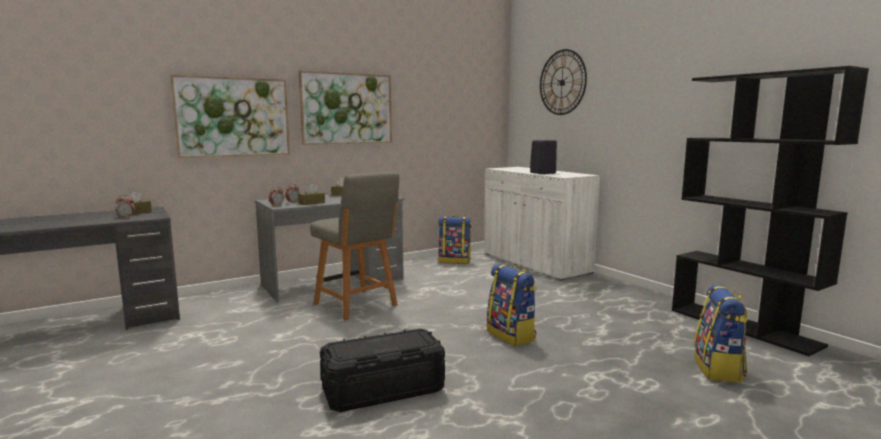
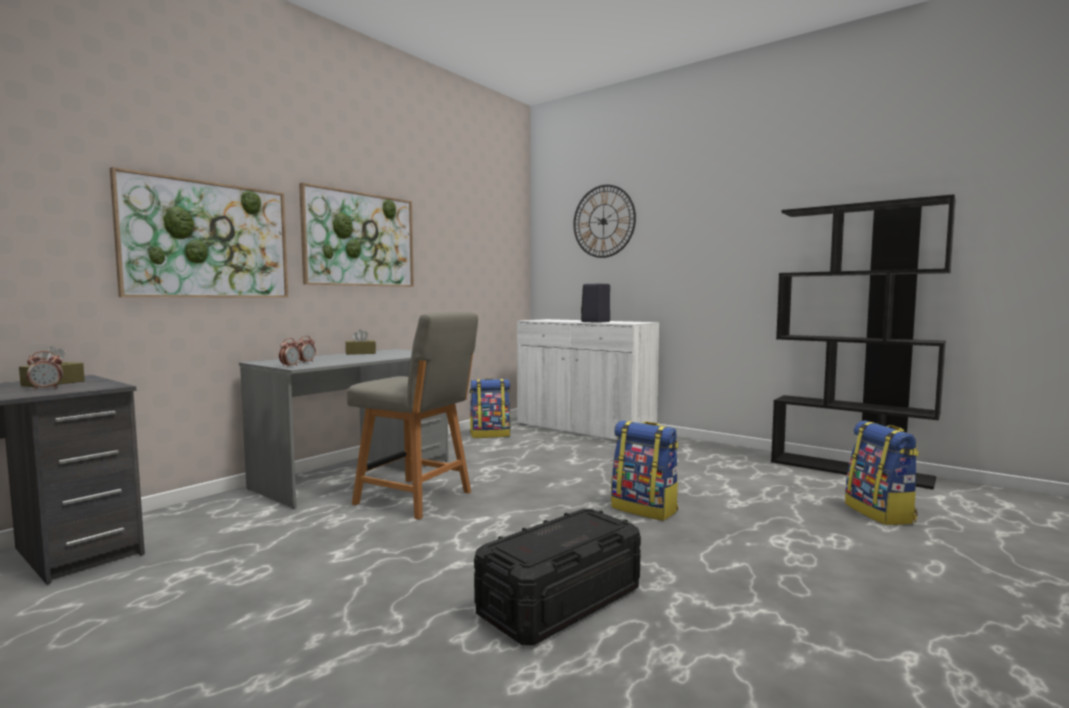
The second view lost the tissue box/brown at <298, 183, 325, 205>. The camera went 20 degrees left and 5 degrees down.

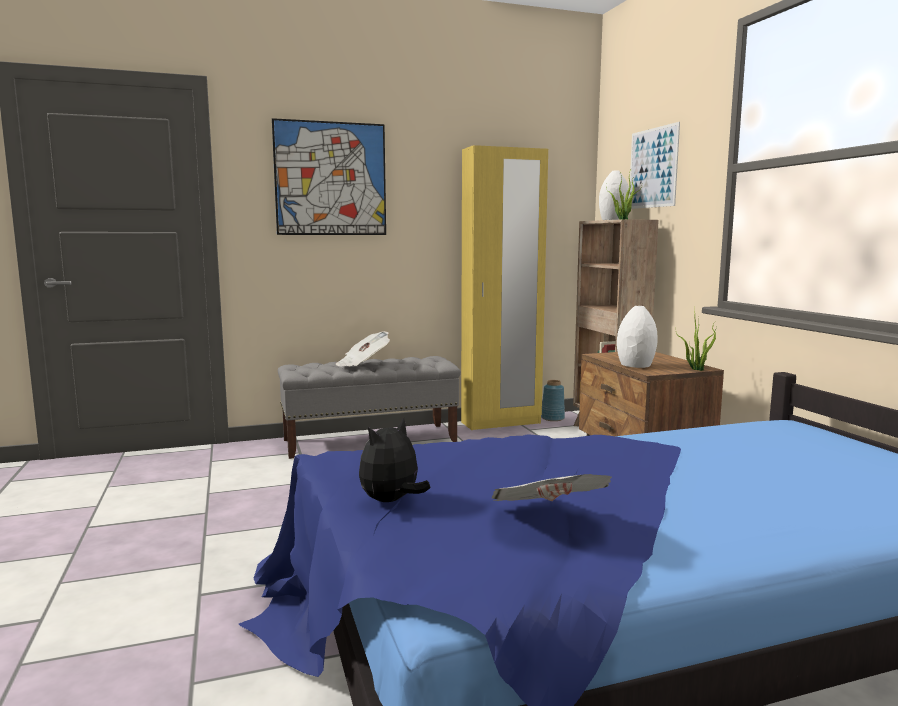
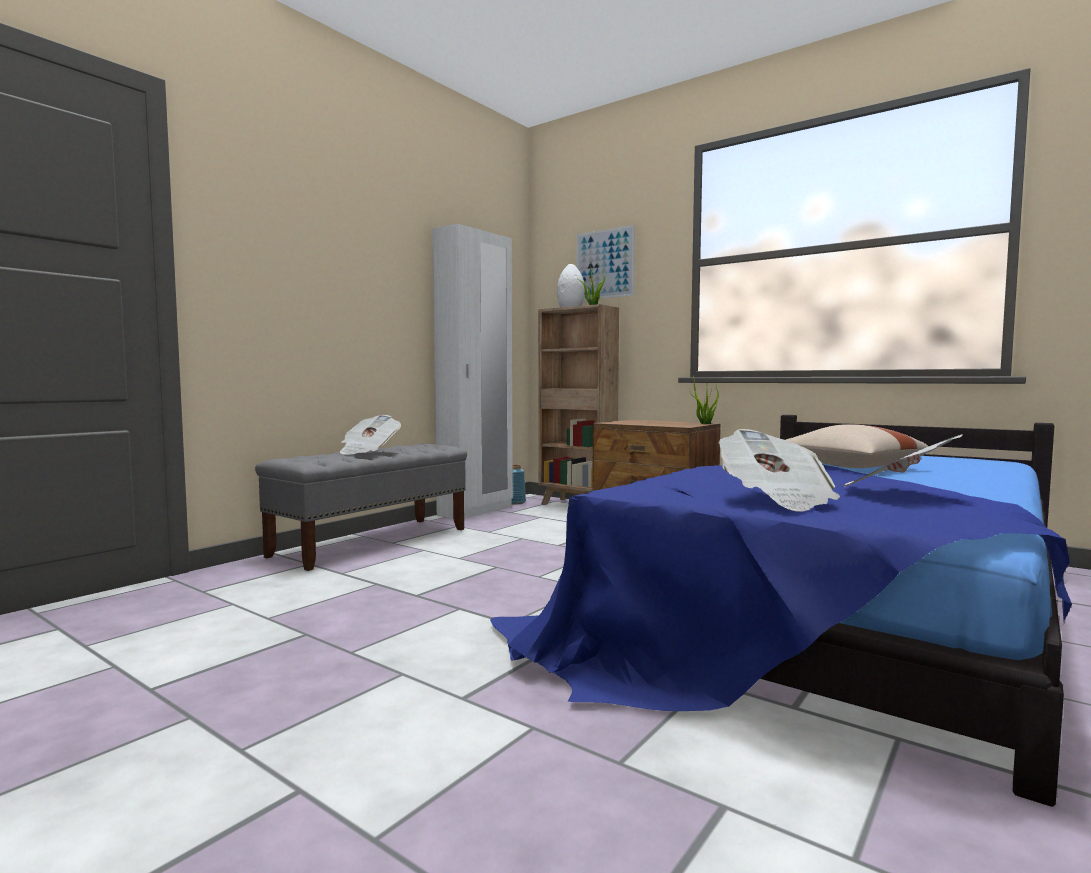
The second view lost the picture at <272, 118, 386, 235>. Where the soft toy stood at <359, 418, 430, 502>, the daily paper came to stand at <718, 429, 840, 512>. What was the wardrobe/yellowish at <461, 145, 548, 430> turned into the wardrobe/white-coloured at <432, 224, 513, 519>. The second view lost the decorative vase/white-coloured at <617, 306, 658, 368>. The second view gained the cushion/sand-coloured at <786, 424, 929, 468>. The camera went 35 degrees left and 5 degrees down.

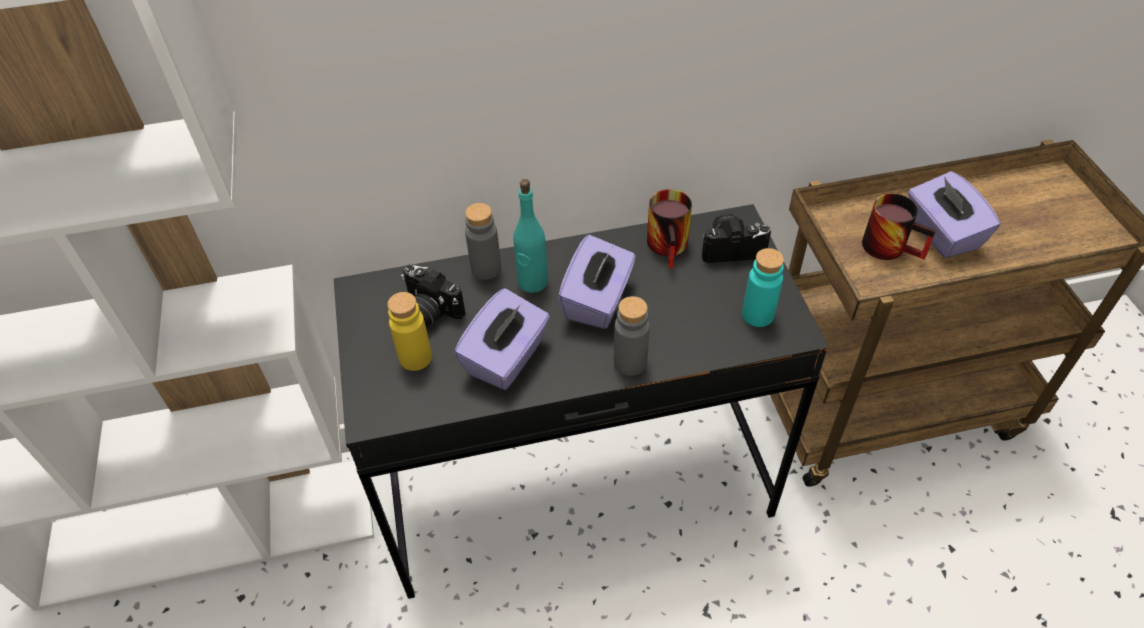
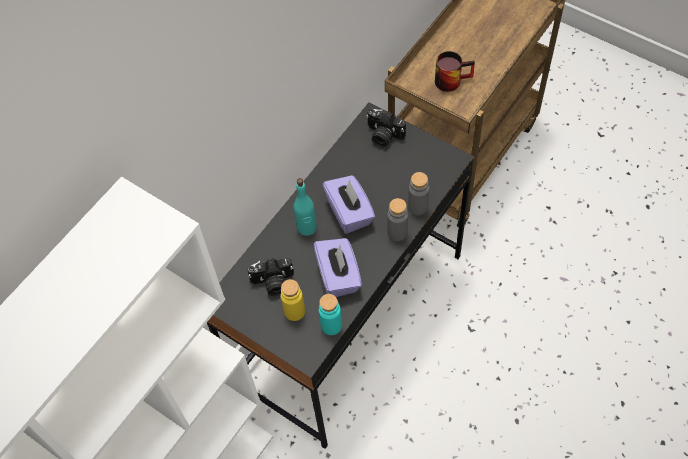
The bottle/gray ended up elsewhere, having gone from <465, 203, 501, 280> to <408, 172, 429, 215>. The second view lost the mug at <647, 189, 692, 268>. The still camera at <702, 214, 771, 263> ended up facing another way, 105 degrees counterclockwise from before. The bottle/turquoise ended up elsewhere, having gone from <742, 248, 784, 327> to <319, 294, 342, 335>. The second view lost the tissue box/purplish at <908, 171, 1000, 258>. The camera went 40 degrees left and 10 degrees up.

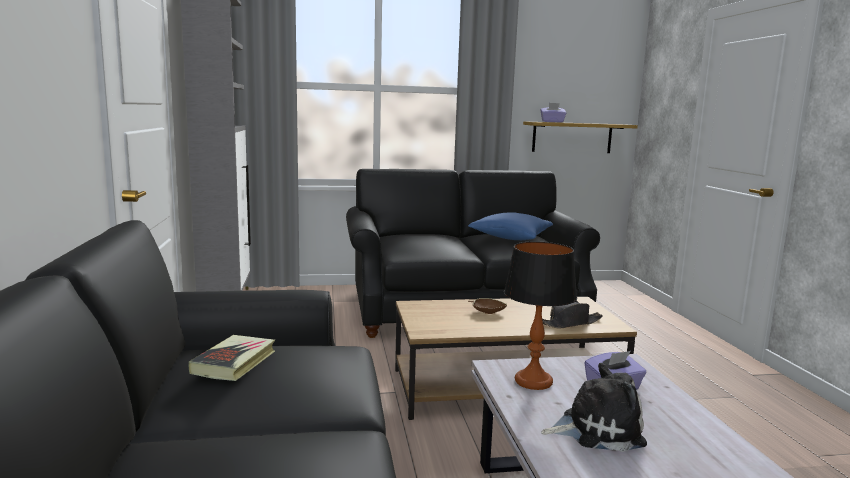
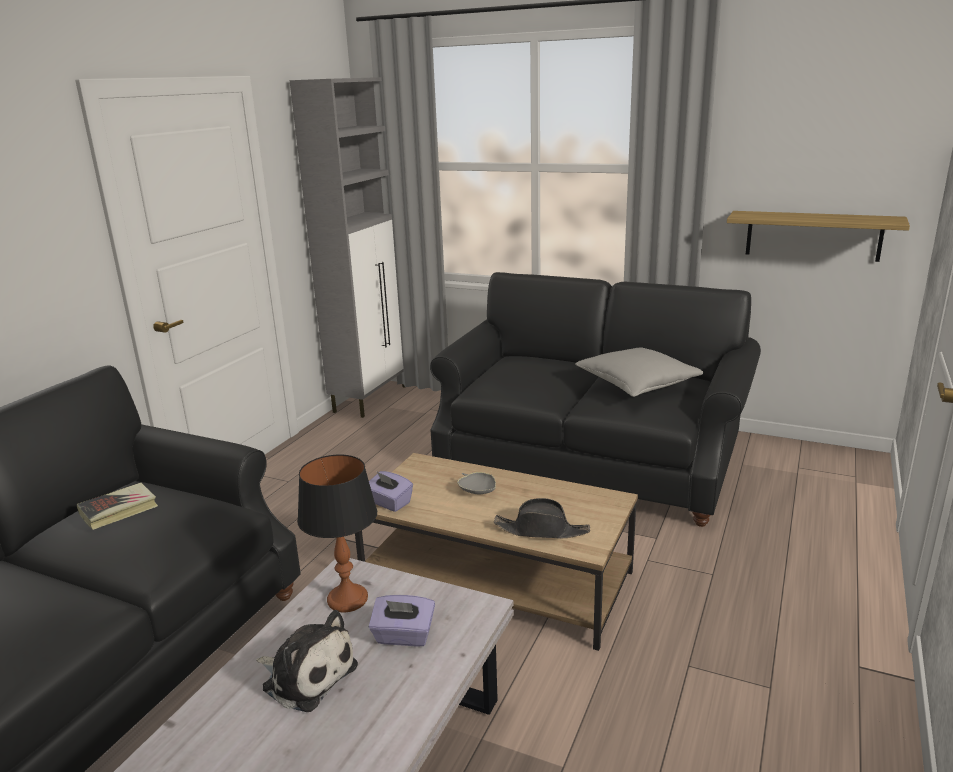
What was the cushion/bluish at <468, 212, 553, 240> turned into the cushion/gray at <575, 347, 703, 397>. What was the bowl/brown at <468, 298, 507, 314> turned into the bowl/gray at <457, 472, 496, 495>. The tissue box/purplish ended up elsewhere, having gone from <540, 103, 566, 123> to <369, 471, 413, 512>. The camera went 35 degrees right and 10 degrees up.

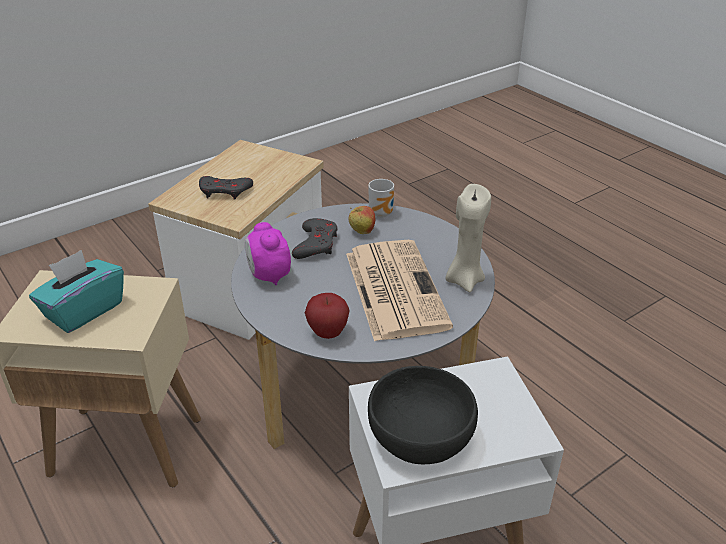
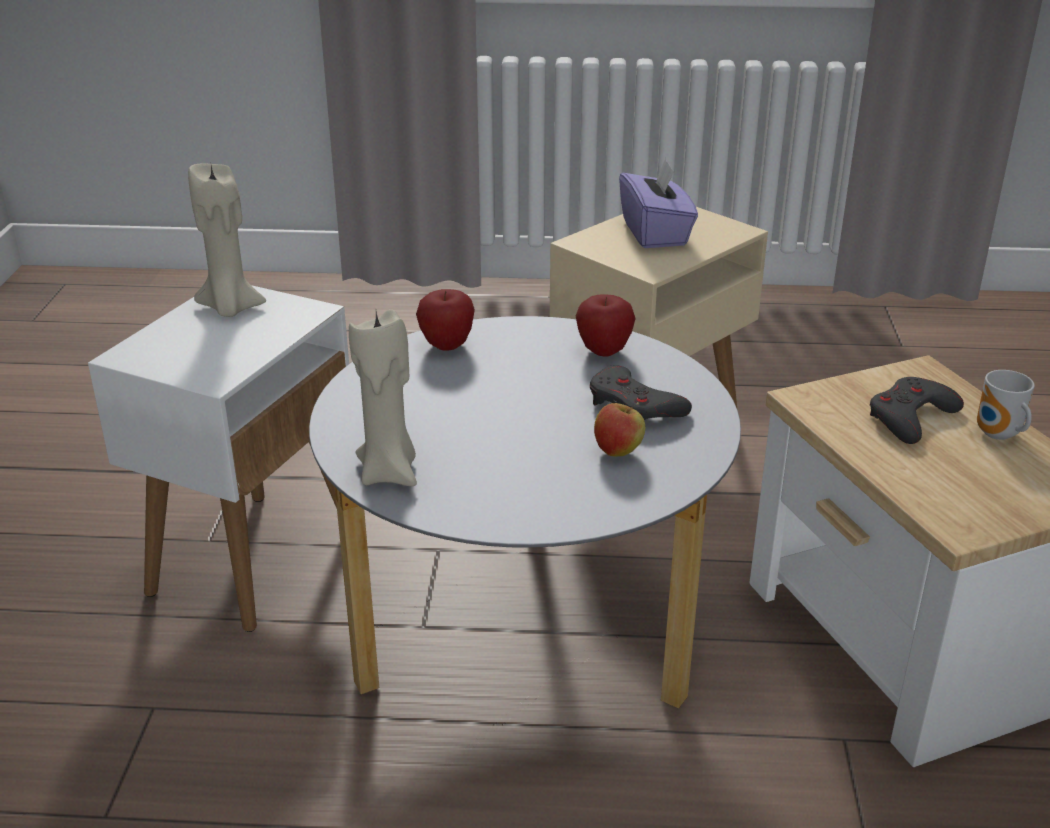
What was the tissue box/turquoise at <29, 250, 124, 333> turned into the tissue box/purplish at <619, 158, 698, 248>. Where the bedside clock stood at <245, 222, 291, 285>, the apple came to stand at <576, 295, 636, 356>. The second view lost the daily paper at <346, 240, 453, 342>. The mug ended up elsewhere, having gone from <368, 179, 394, 218> to <977, 370, 1035, 440>. Where the bowl/blackish stood at <368, 366, 478, 464>, the candle/sand-coloured came to stand at <188, 164, 266, 317>. The camera went 130 degrees right and 5 degrees down.

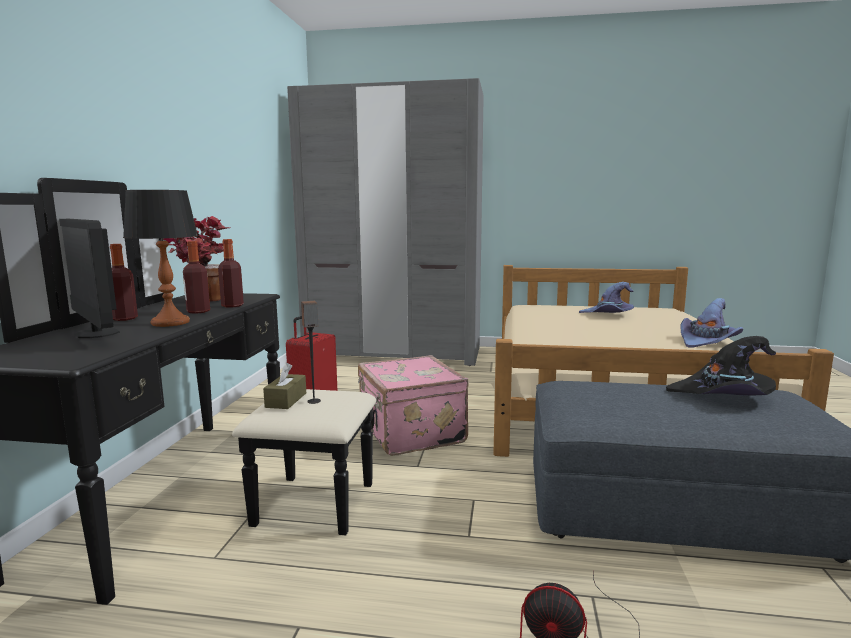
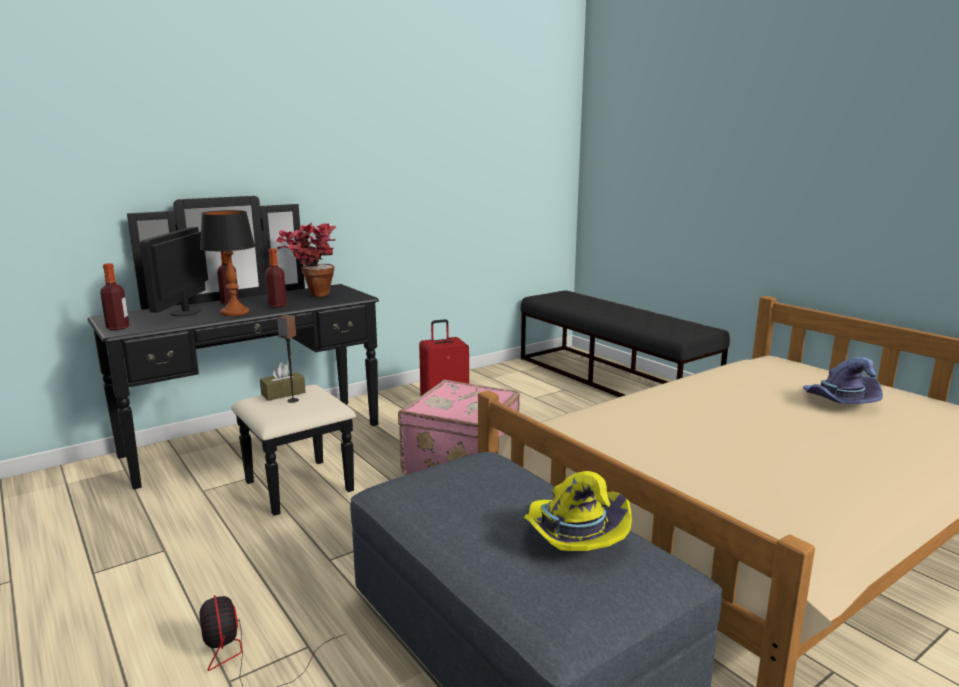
The bottle ended up elsewhere, having gone from <218, 239, 244, 307> to <100, 263, 129, 330>. Where the wardrobe/gray stood at <287, 78, 484, 366>, the indoor bench/blackish came to stand at <521, 290, 730, 397>. What was the hat/blackish at <666, 336, 776, 395> turned into the hat/yellowish at <524, 471, 632, 551>. The second view lost the hat/purplish at <681, 298, 743, 348>. The camera went 45 degrees right and 5 degrees up.

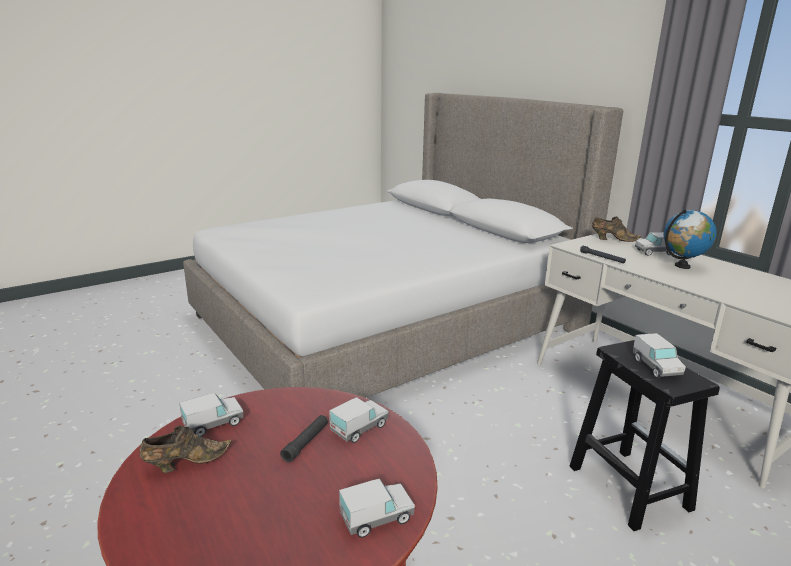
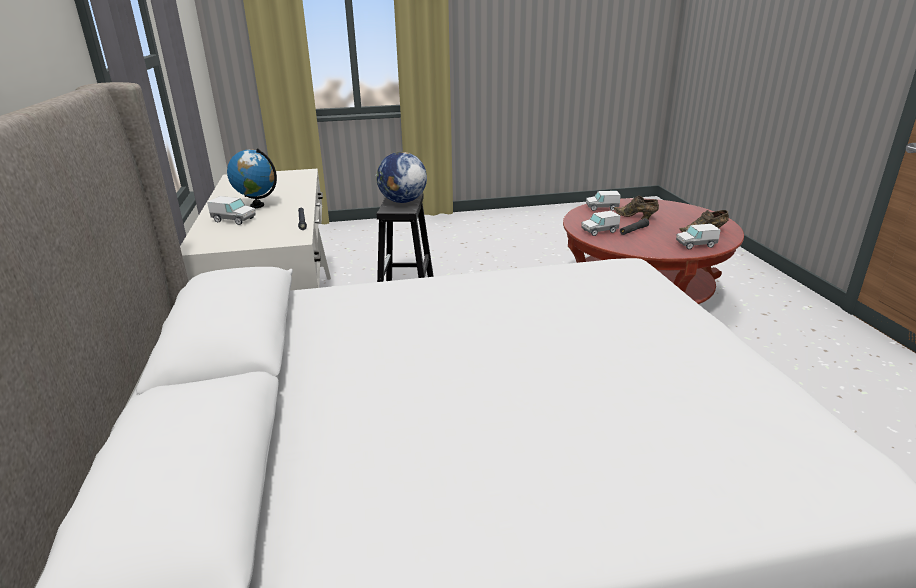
The low shoe/brown ended up elsewhere, having gone from <592, 217, 641, 242> to <614, 196, 659, 219>. Where the toy lorry stood at <633, 333, 686, 378>, the desk globe came to stand at <376, 152, 427, 203>. The camera went 155 degrees left and 5 degrees up.

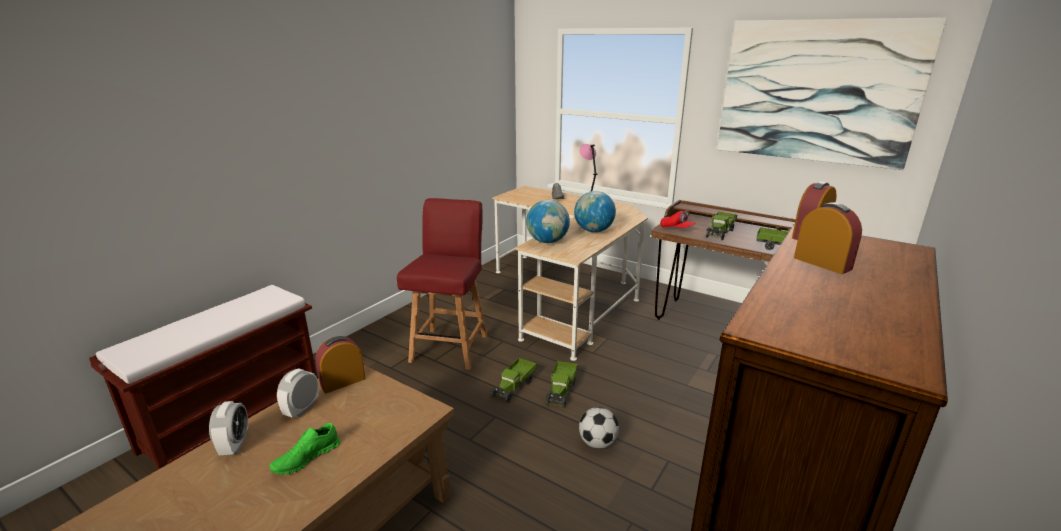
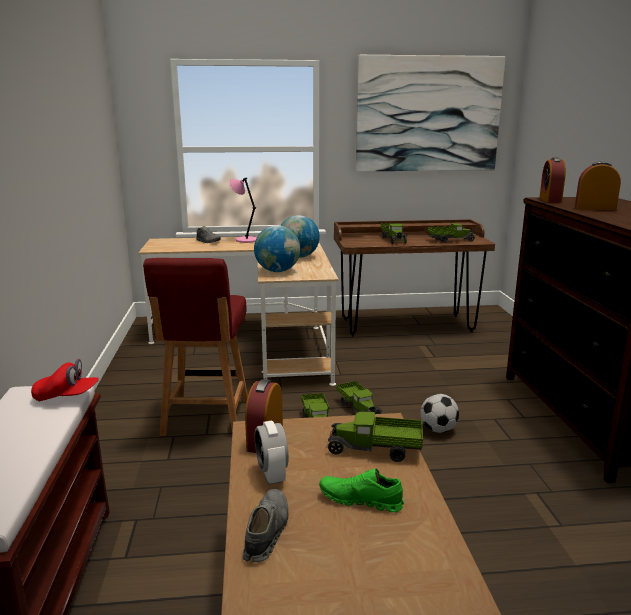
Where the bedside clock stood at <209, 401, 248, 455>, the low shoe/gray came to stand at <242, 489, 288, 562>. The low shoe/green-coloured at <270, 423, 340, 475> ended up facing another way, 105 degrees clockwise from before. The plain chair/red at <397, 198, 488, 370> ended up facing another way, 150 degrees counterclockwise from before. The baseball cap/red ended up elsewhere, having gone from <660, 210, 696, 228> to <31, 359, 99, 401>. The second view gained the toy lorry at <327, 412, 423, 462>. The camera went 40 degrees left and 5 degrees down.

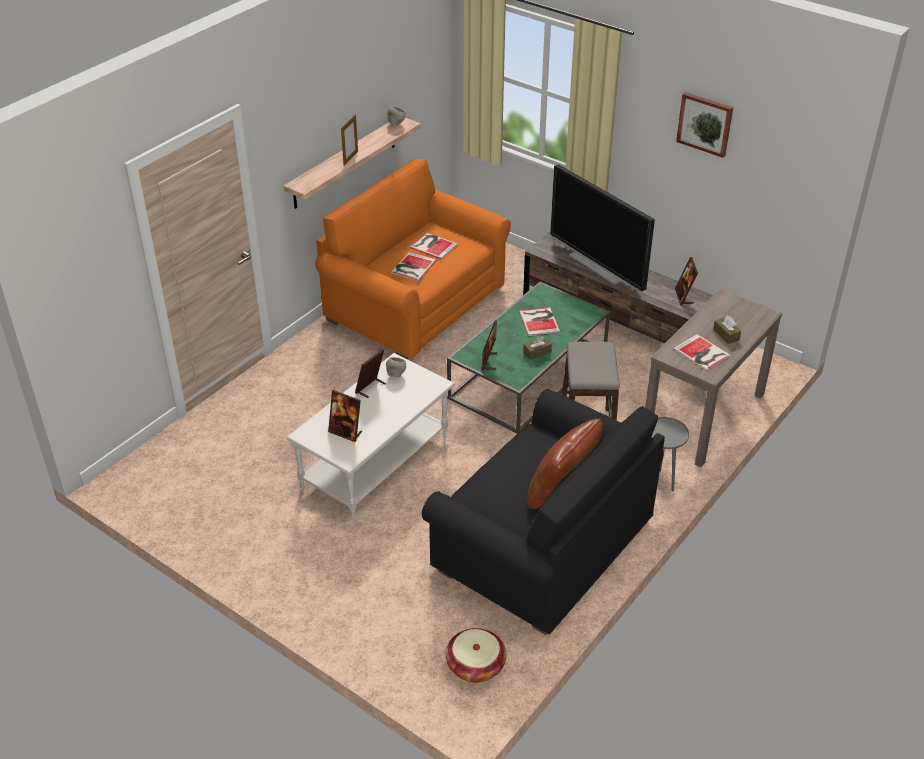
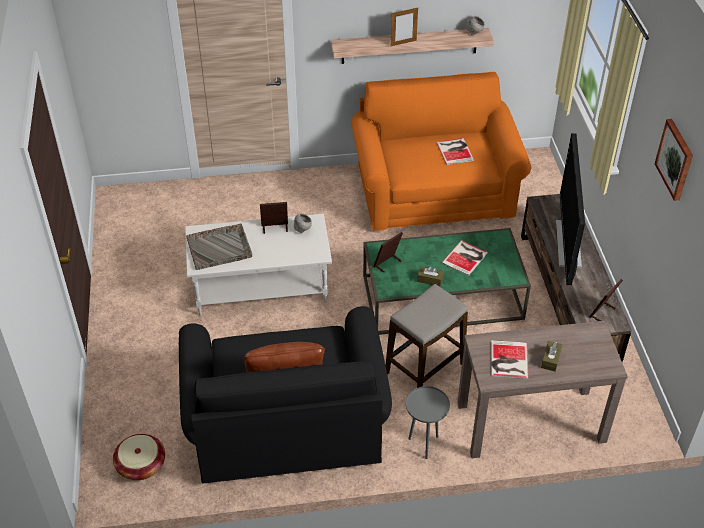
Where the standing frame stood at <328, 390, 362, 442>, the serving tray/gray came to stand at <186, 223, 252, 270>. The second view lost the book at <391, 252, 436, 281>. The camera went 45 degrees right and 5 degrees up.

